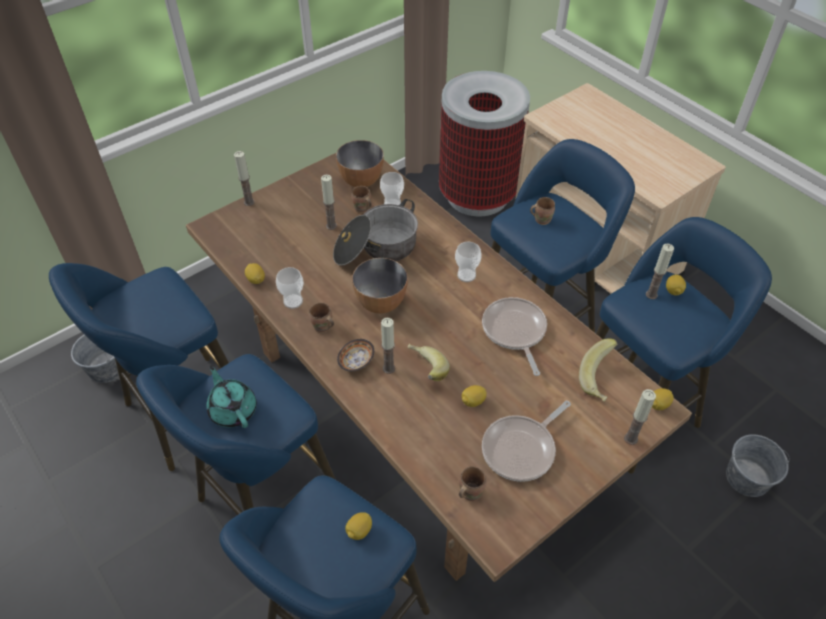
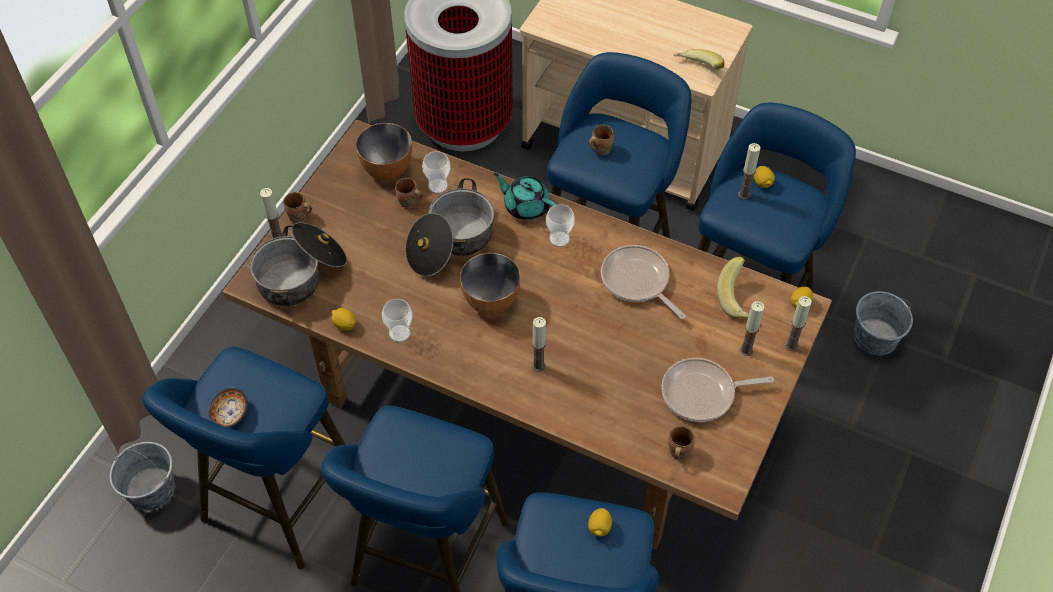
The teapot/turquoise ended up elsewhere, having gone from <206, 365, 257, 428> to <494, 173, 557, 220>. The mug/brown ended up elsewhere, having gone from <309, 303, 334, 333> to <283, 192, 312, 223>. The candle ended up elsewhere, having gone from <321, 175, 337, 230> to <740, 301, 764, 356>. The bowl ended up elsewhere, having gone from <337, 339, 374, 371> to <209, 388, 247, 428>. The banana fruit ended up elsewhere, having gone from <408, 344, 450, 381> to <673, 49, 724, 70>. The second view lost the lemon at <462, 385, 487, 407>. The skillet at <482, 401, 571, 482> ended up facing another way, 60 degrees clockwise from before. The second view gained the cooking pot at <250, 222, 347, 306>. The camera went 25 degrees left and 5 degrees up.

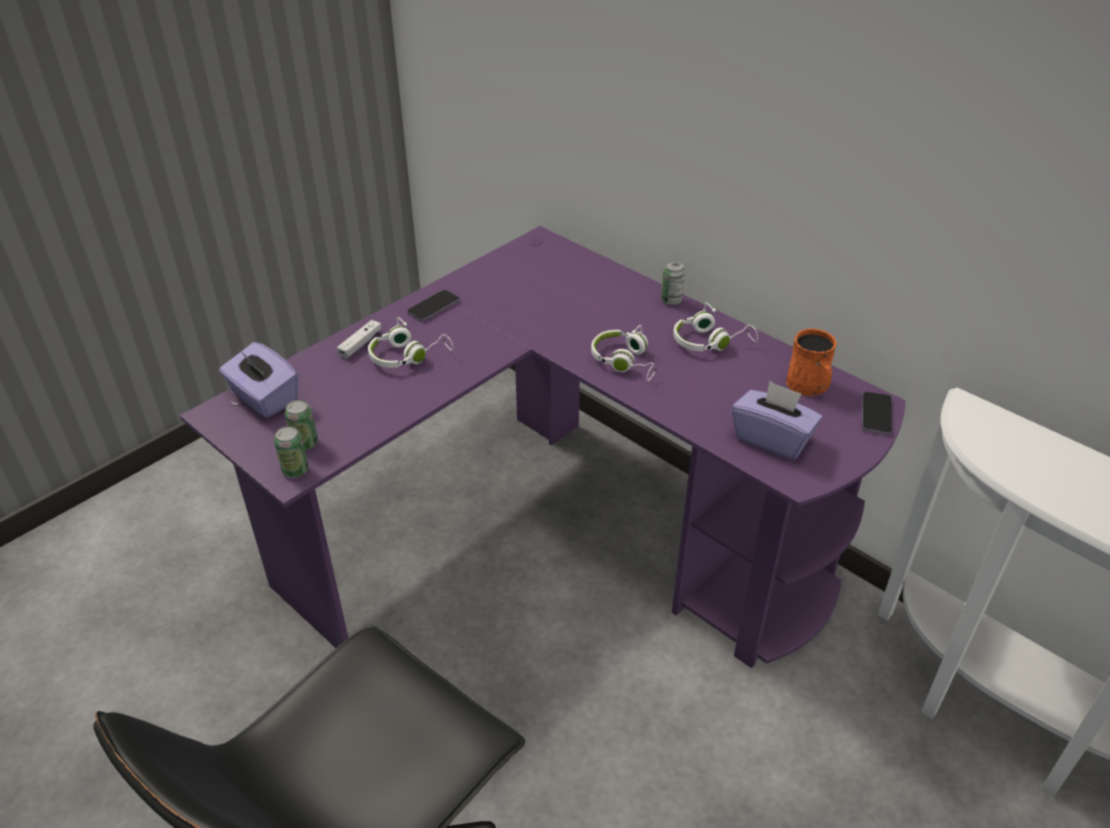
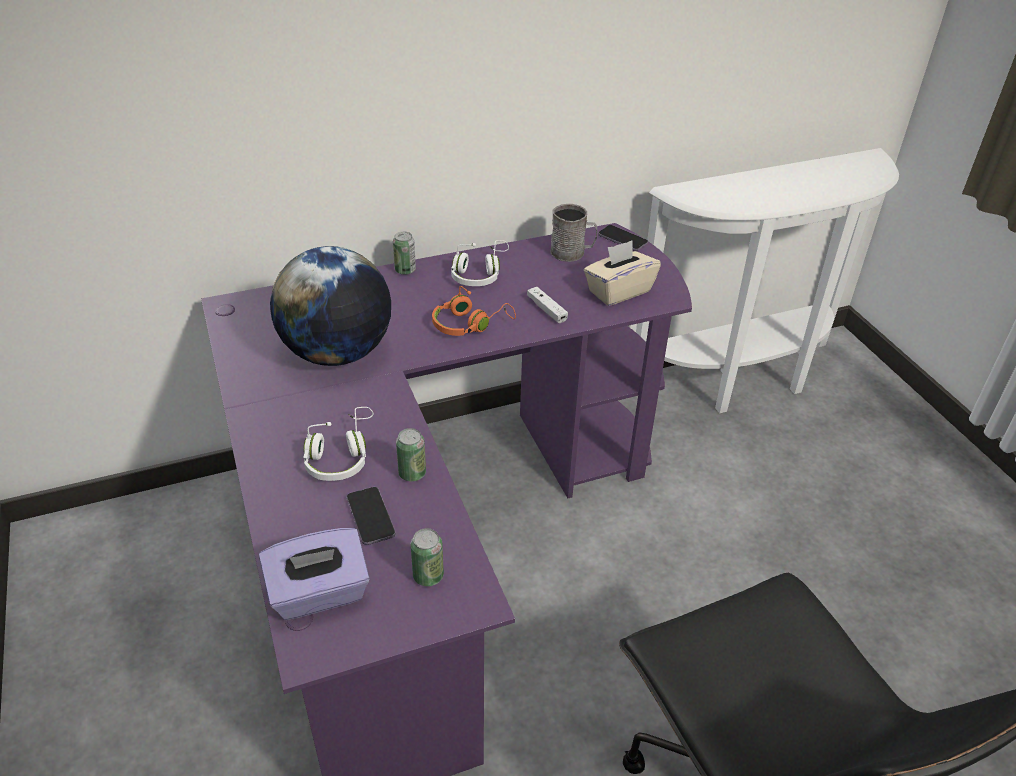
The metal can ended up elsewhere, having gone from <274, 426, 308, 478> to <396, 428, 426, 482>. The gamepad/white-coloured ended up elsewhere, having gone from <337, 320, 382, 358> to <527, 287, 568, 323>. The handset ended up elsewhere, having gone from <407, 290, 460, 321> to <347, 487, 395, 545>. What was the headset/white-coloured at <591, 325, 657, 381> turned into the headset/orangey at <432, 286, 516, 336>. What was the tissue box/purplish at <732, 381, 822, 460> turned into the tissue box/sand-coloured at <584, 241, 661, 306>. What was the mug/orangey at <786, 328, 837, 396> turned into the mug/gray at <550, 204, 597, 262>. The second view gained the desk globe at <270, 246, 391, 366>. The camera went 65 degrees left and 0 degrees up.

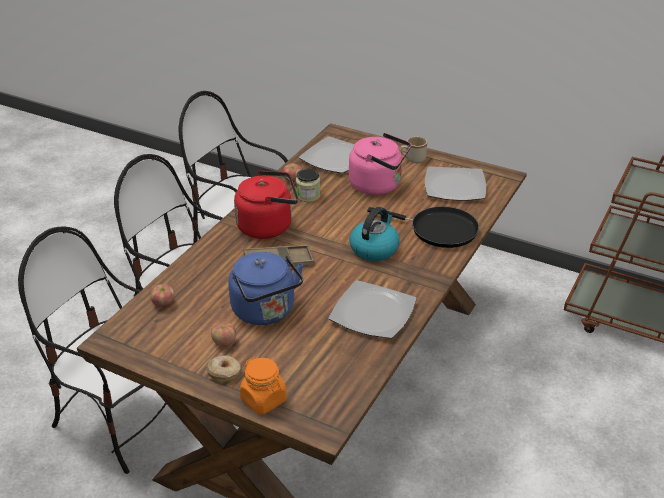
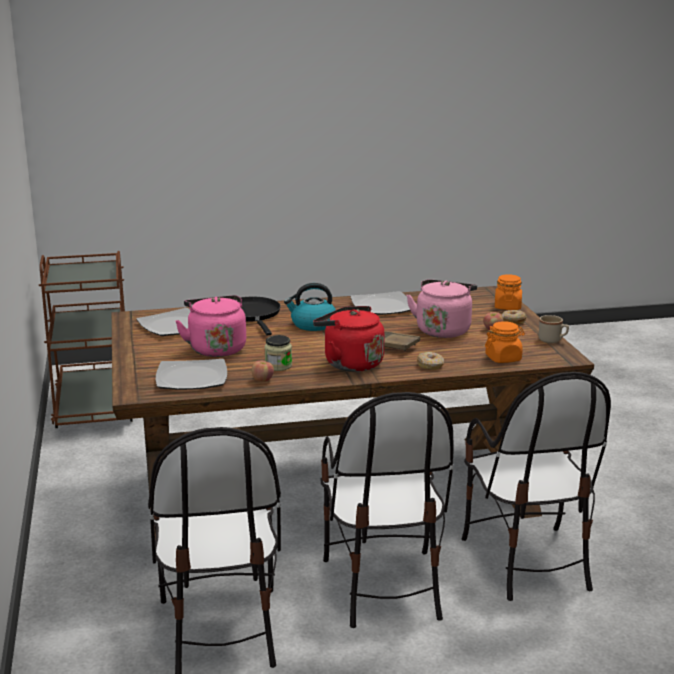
Where the apple stood at <150, 284, 174, 307>, the preserve jar/orangey came to stand at <485, 321, 525, 363>. What was the kettle/bluish at <228, 252, 303, 325> turned into the kettle/pinkish at <406, 279, 477, 338>. The mug/sand-coloured ended up elsewhere, having gone from <401, 136, 427, 163> to <539, 315, 569, 343>. The second view gained the donut at <417, 352, 444, 370>. The camera went 130 degrees left and 15 degrees down.

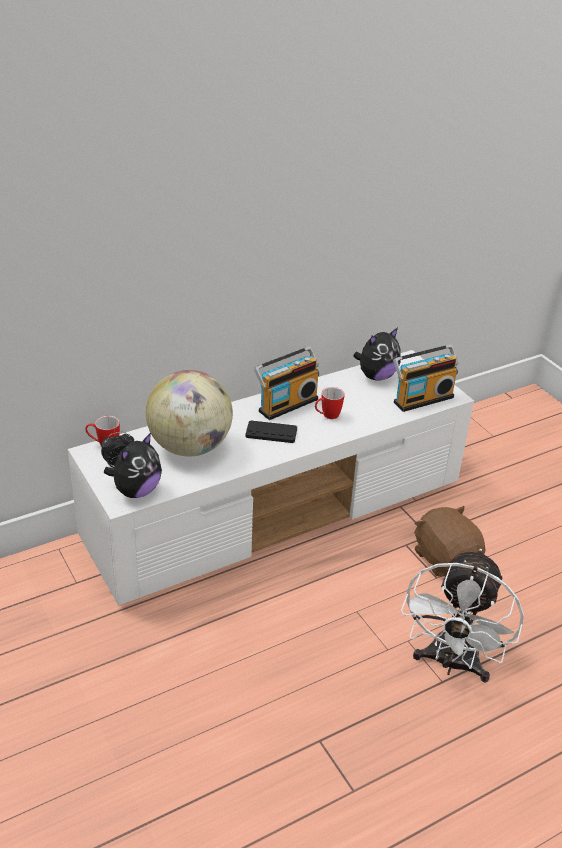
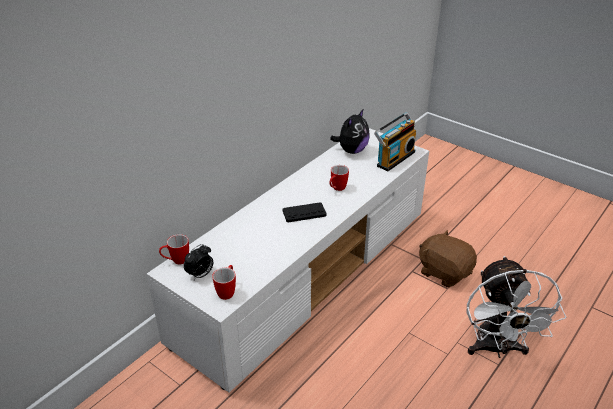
Where the soft toy stood at <104, 432, 162, 498>, the mug came to stand at <212, 265, 236, 300>. The second view lost the desk globe at <146, 370, 233, 456>. The second view lost the radio receiver at <254, 346, 319, 420>. The camera went 20 degrees left and 0 degrees up.

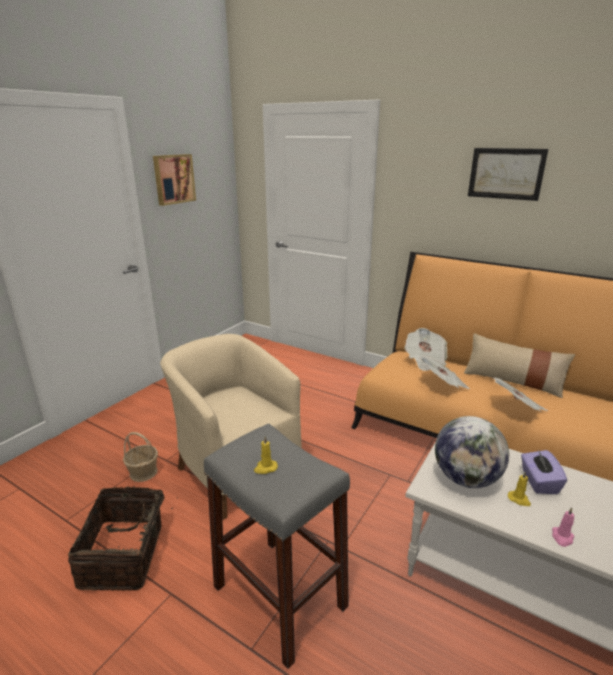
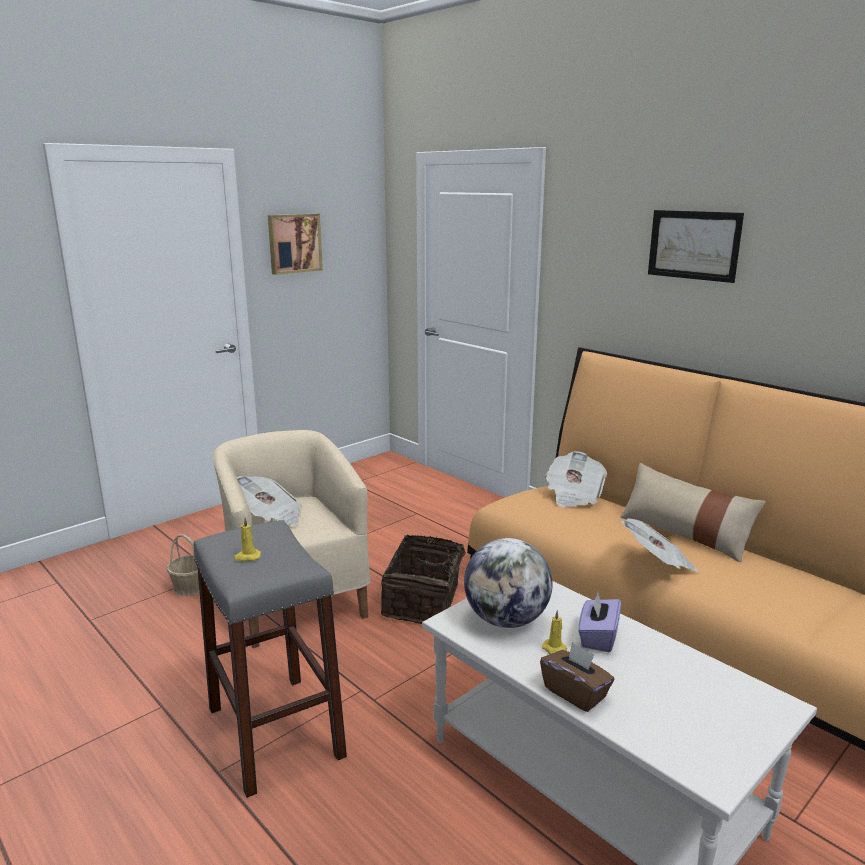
The storage basket ended up elsewhere, having gone from <68, 486, 178, 591> to <381, 534, 466, 624>. The daily paper ended up elsewhere, having gone from <419, 356, 470, 389> to <237, 476, 302, 526>. Where the candle/pinkish stood at <552, 507, 574, 547>, the tissue box/brown came to stand at <540, 642, 614, 712>. The camera went 15 degrees right and 5 degrees down.

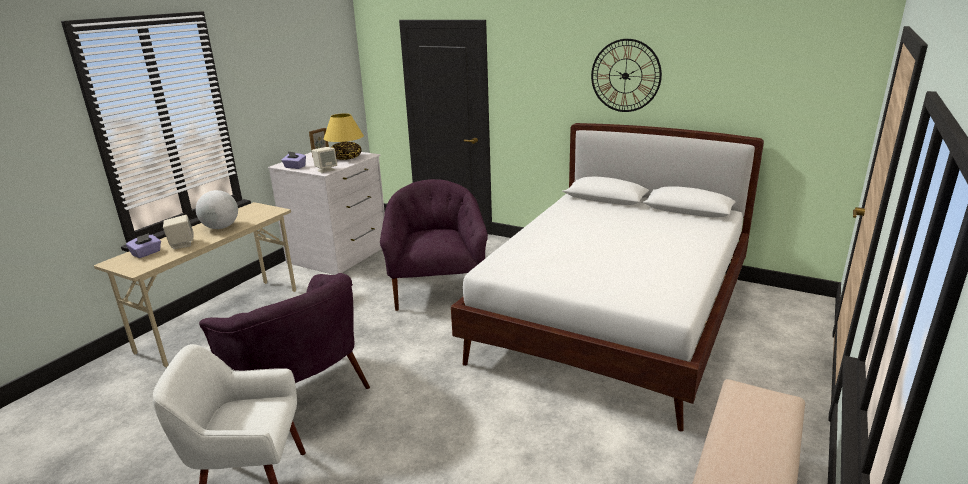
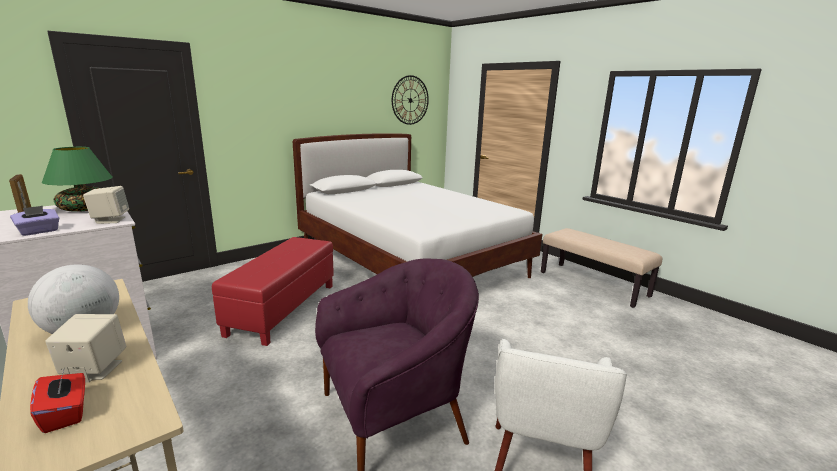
What was the tissue box/purplish at <126, 233, 161, 258> turned into the tissue box/red at <30, 367, 85, 433>. What was the lamp for a table/yellowish at <323, 113, 364, 160> turned into the lamp for a table/green-coloured at <42, 147, 113, 212>. Where the lounge chair/purplish stood at <380, 179, 488, 311>, the footrest/red came to stand at <212, 237, 334, 346>. The clock on the wall ended up elsewhere, having gone from <591, 39, 662, 112> to <392, 75, 429, 125>. The camera went 70 degrees left and 5 degrees down.

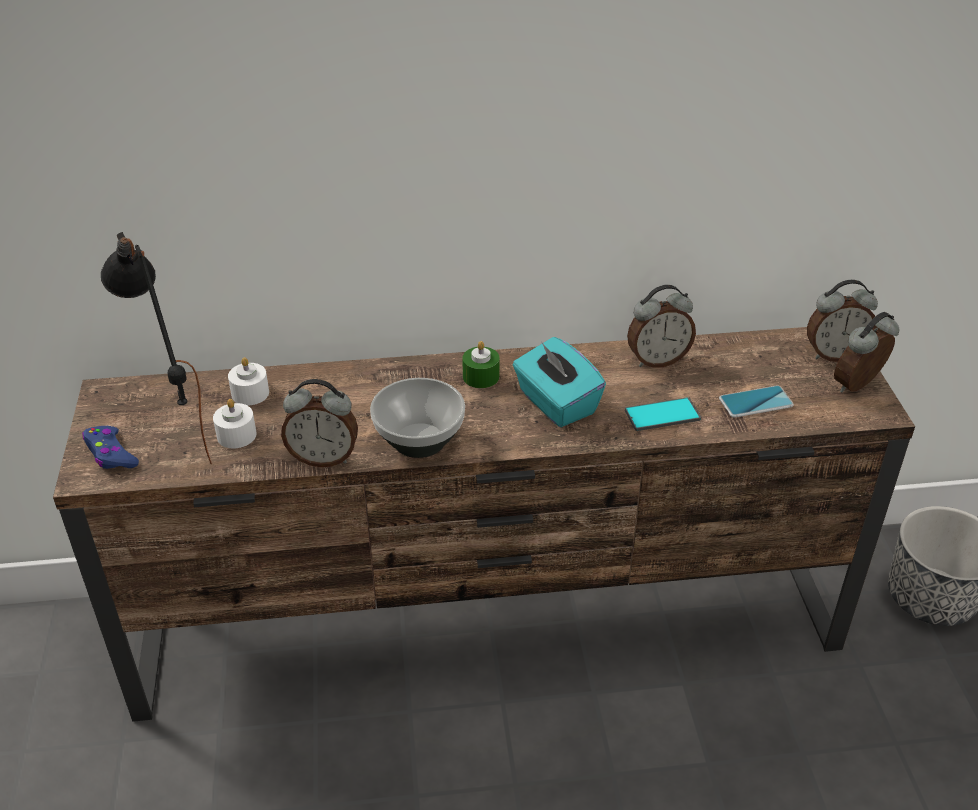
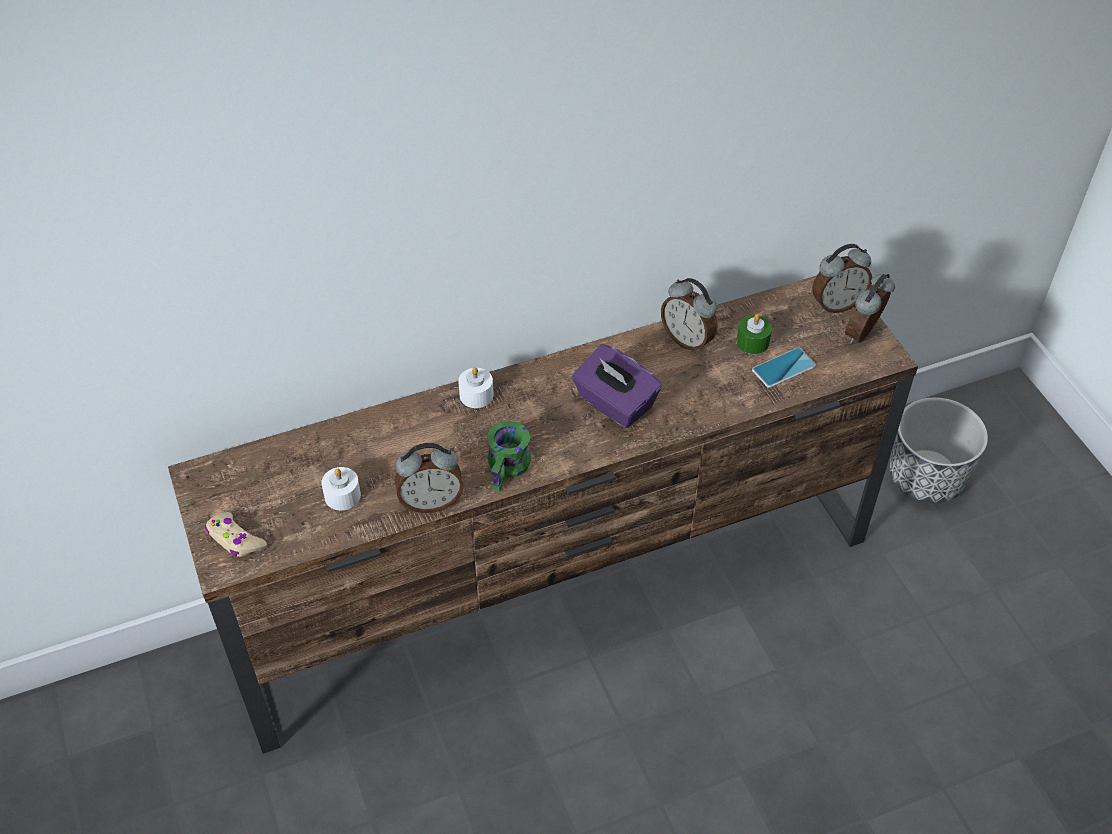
What was the gamepad/bluish at <82, 426, 139, 469> turned into the gamepad/sand-coloured at <205, 512, 267, 557>. The second view lost the lamp for a table/blackish at <101, 232, 212, 465>. The candle/white-coloured ended up elsewhere, having gone from <228, 357, 269, 406> to <458, 367, 493, 408>. Where the bowl stood at <370, 378, 465, 458>, the mug/green-coloured came to stand at <487, 421, 531, 492>. The candle/green-coloured ended up elsewhere, having gone from <462, 341, 500, 388> to <737, 314, 772, 354>. What was the tissue box/turquoise at <513, 337, 606, 427> turned into the tissue box/purplish at <572, 344, 662, 428>. The second view lost the handset at <625, 397, 701, 431>. The bedside clock at <627, 285, 696, 368> ended up facing another way, 75 degrees clockwise from before. The camera went 15 degrees left and 10 degrees up.

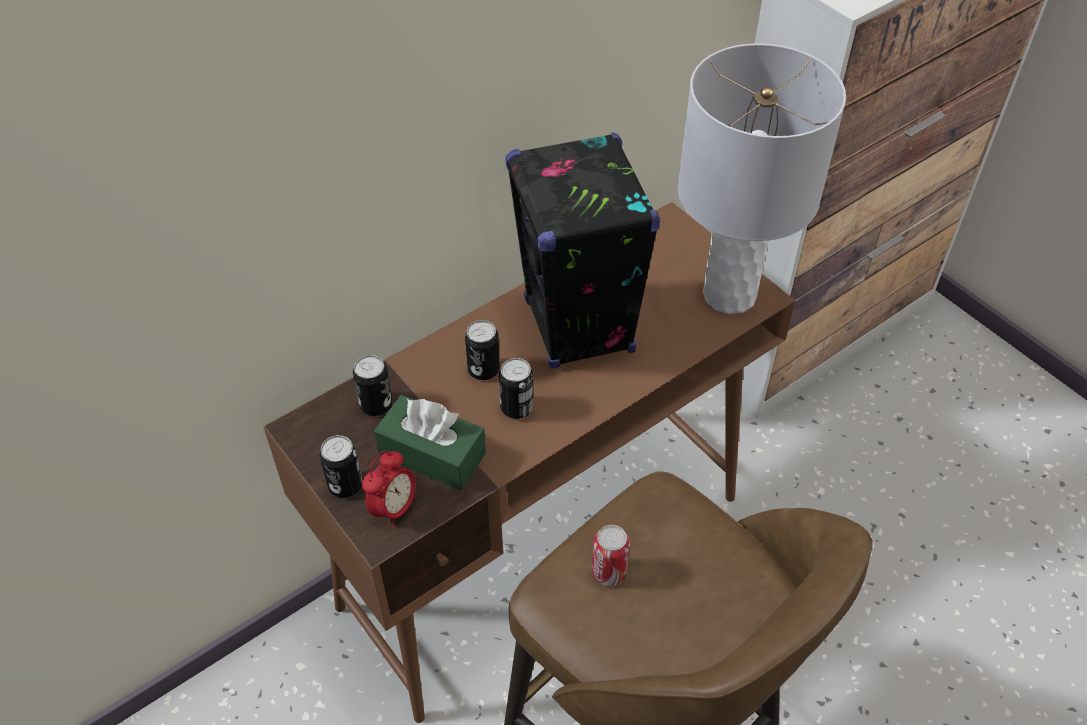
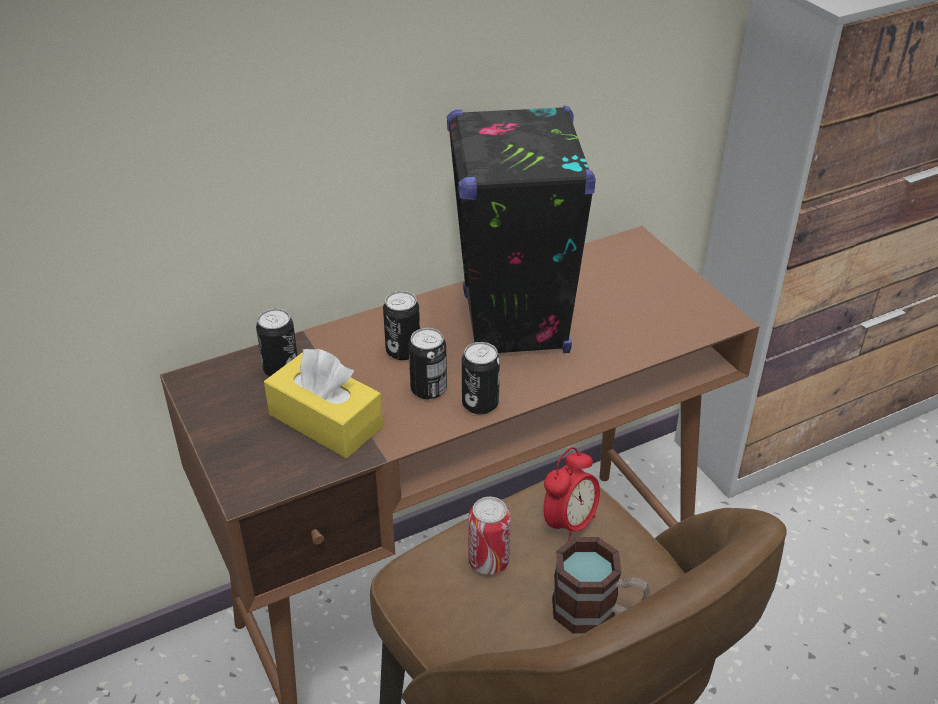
The metal can ended up elsewhere, having gone from <320, 435, 363, 498> to <462, 342, 500, 414>. The bedside clock ended up elsewhere, having gone from <362, 451, 416, 528> to <543, 447, 600, 541>. What was the tissue box/green-coloured at <374, 395, 486, 490> turned into the tissue box/yellowish at <264, 349, 383, 458>. The second view lost the lamp for a table/gray at <678, 43, 846, 314>. The second view gained the mug at <552, 537, 650, 634>. The camera went 10 degrees right and 10 degrees down.

